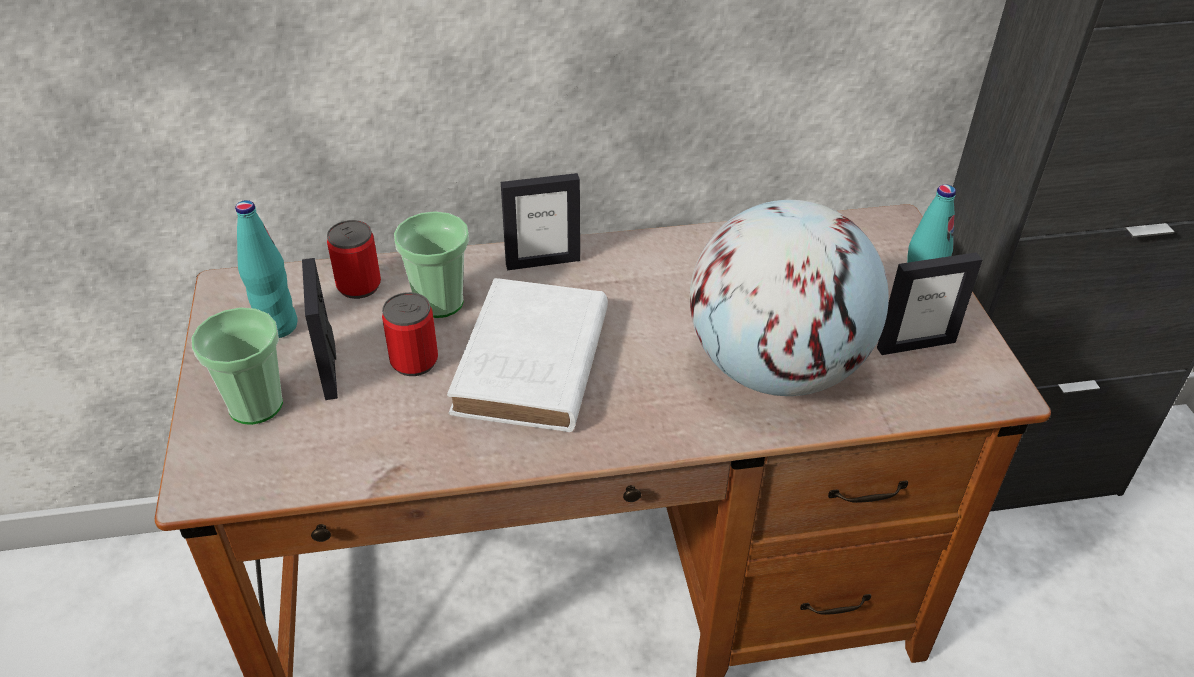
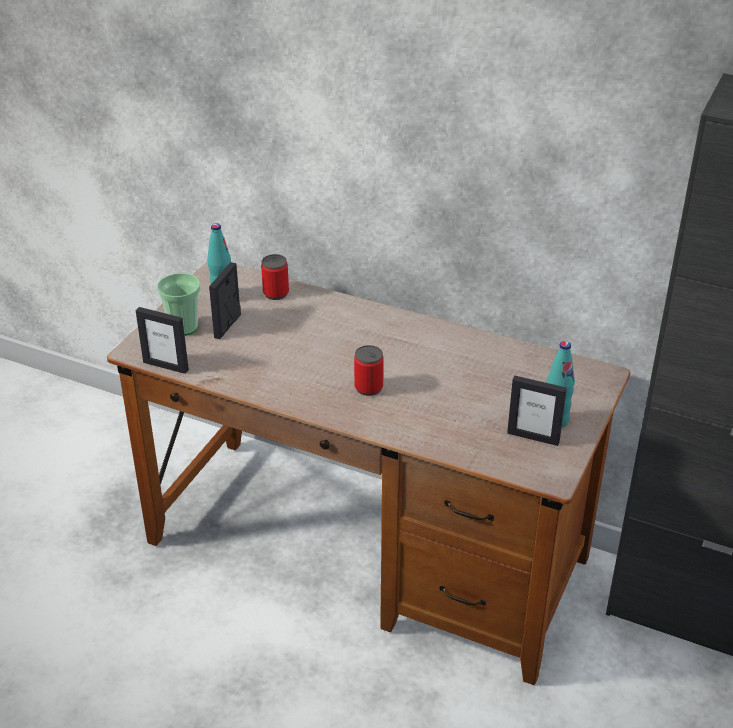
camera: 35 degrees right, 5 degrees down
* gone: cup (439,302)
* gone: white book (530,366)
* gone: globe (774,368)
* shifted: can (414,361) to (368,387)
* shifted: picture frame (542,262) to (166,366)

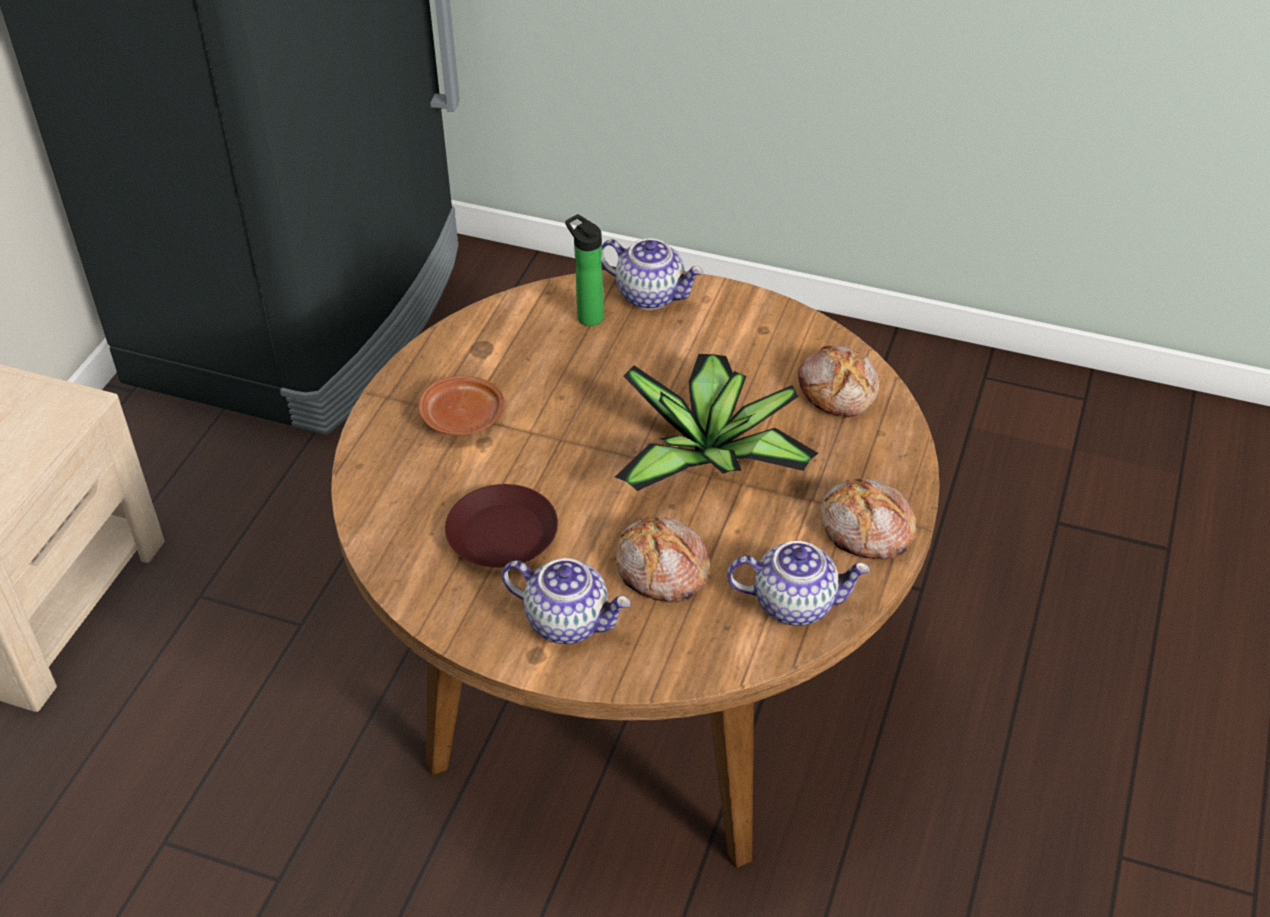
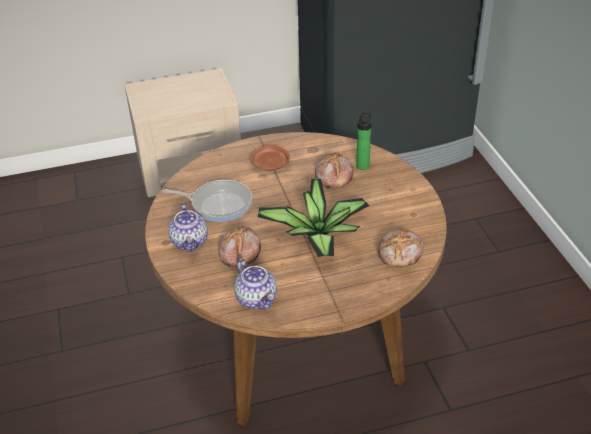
camera: 55 degrees right, 5 degrees down
* gone: teapot (651,295)
* shifted: bread (866,530) to (333,177)
* swapped: brown plate (501,535) to frying pan (218,204)

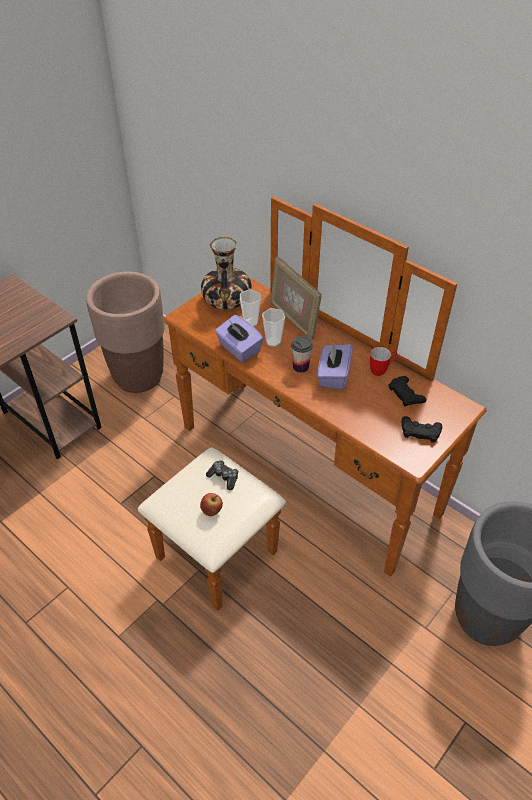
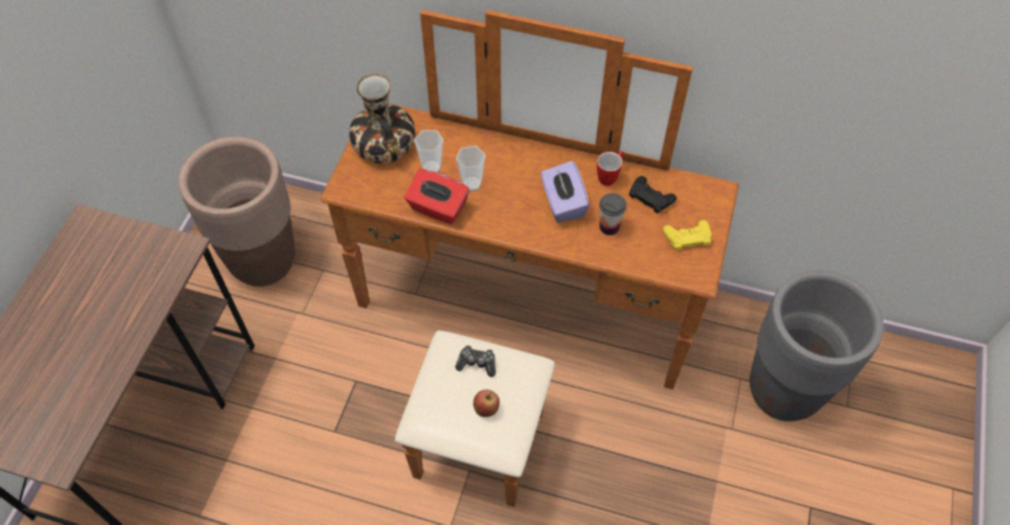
camera: 25 degrees left, 10 degrees up
* gone: picture frame (293,320)
* shifted: cup (300,367) to (609,227)
* repainted: purple tissue box (239,349) to red tissue box (437,208)
* repainted: black game controller (420,431) to yellow game controller (687,237)

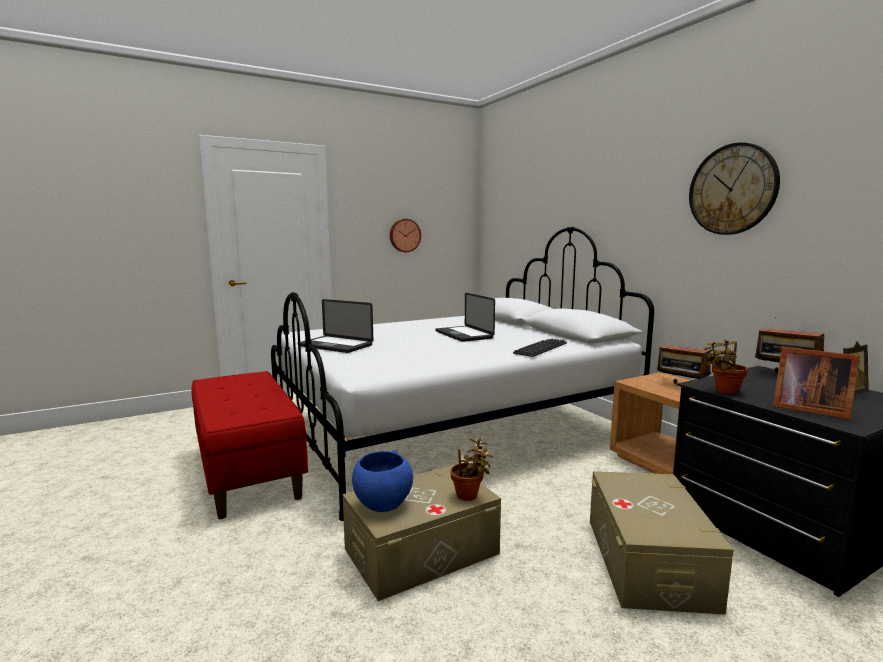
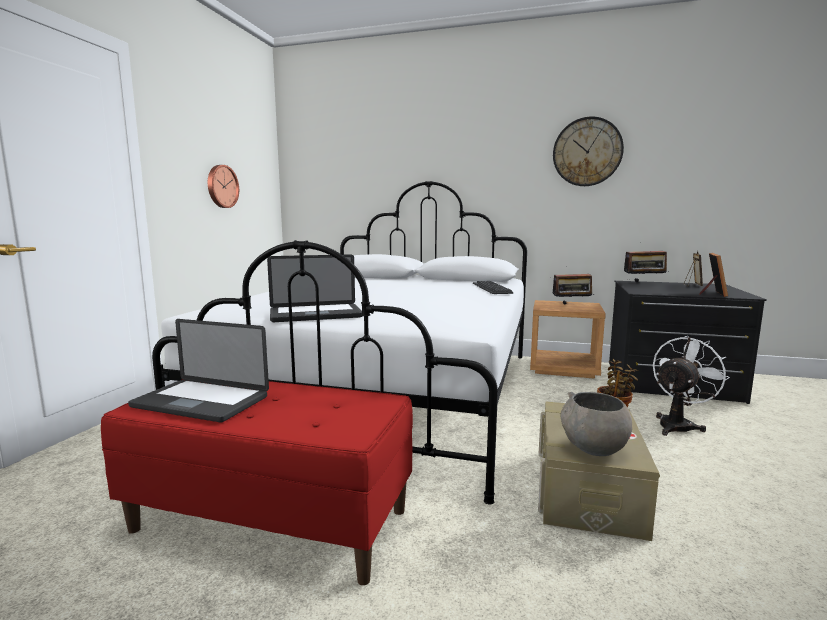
camera: 45 degrees left, 0 degrees up
* gone: potted plant (724,391)
* shifted: laptop (463,335) to (200,402)
* swapped: beige storage box (648,561) to white fan (678,425)
* repainted: blue bowl (382,504) to grey bowl (593,449)
* rotated: picture frame (807,409) = (712,293) 60 degrees counterclockwise

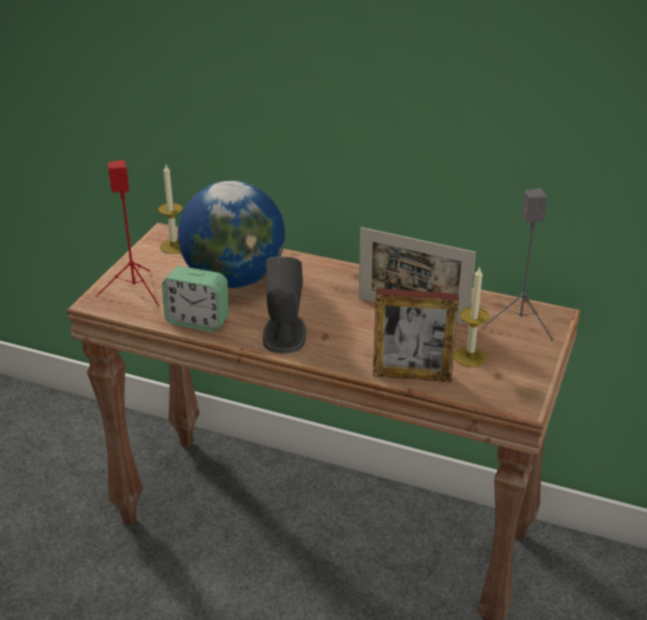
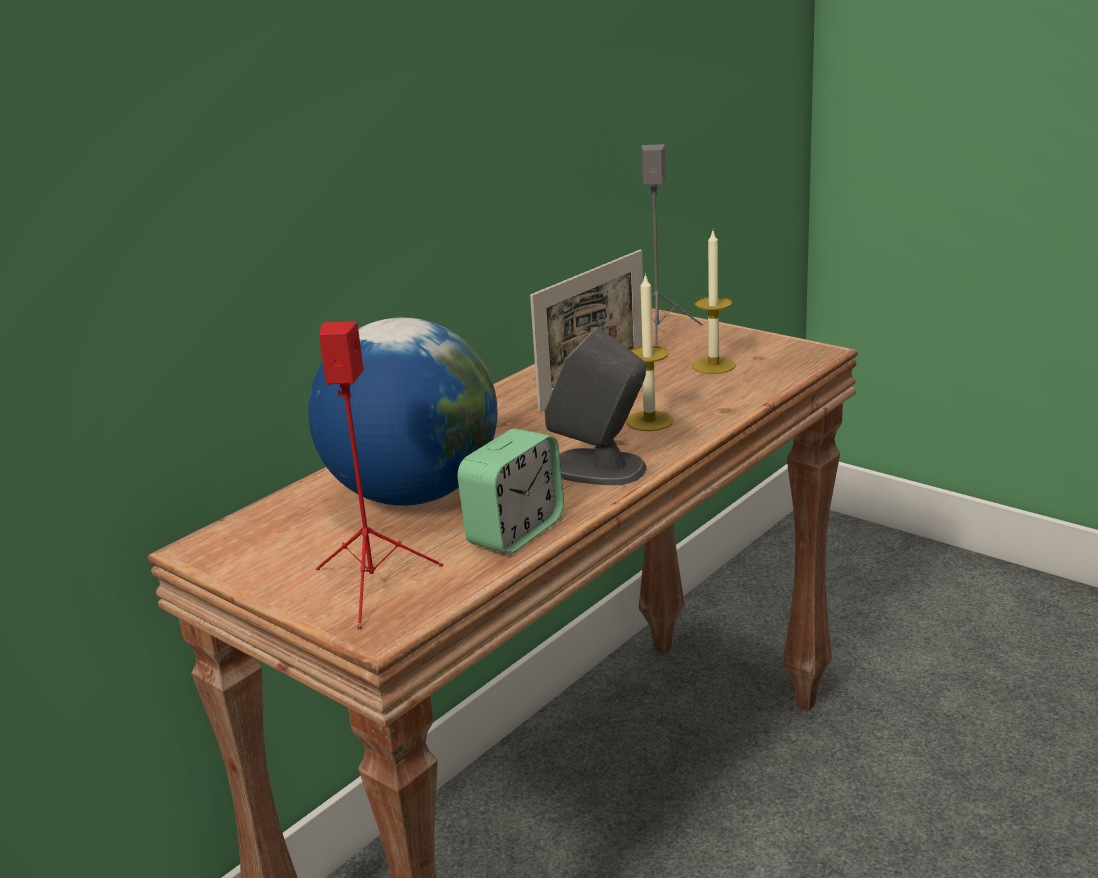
camera: 70 degrees left, 10 degrees down
* gone: picture frame (412,375)
* shifted: candle (174,246) to (649,421)

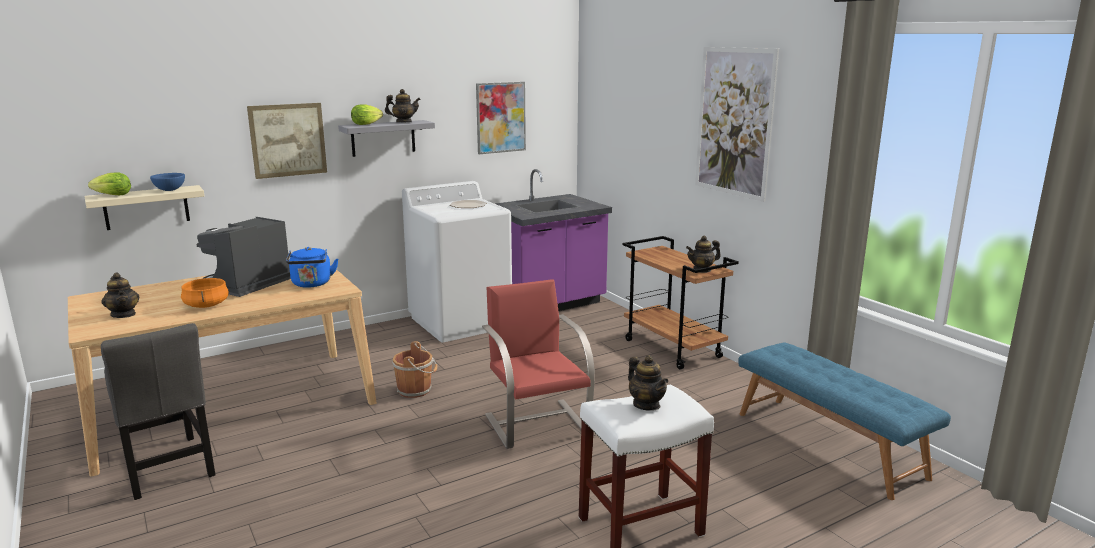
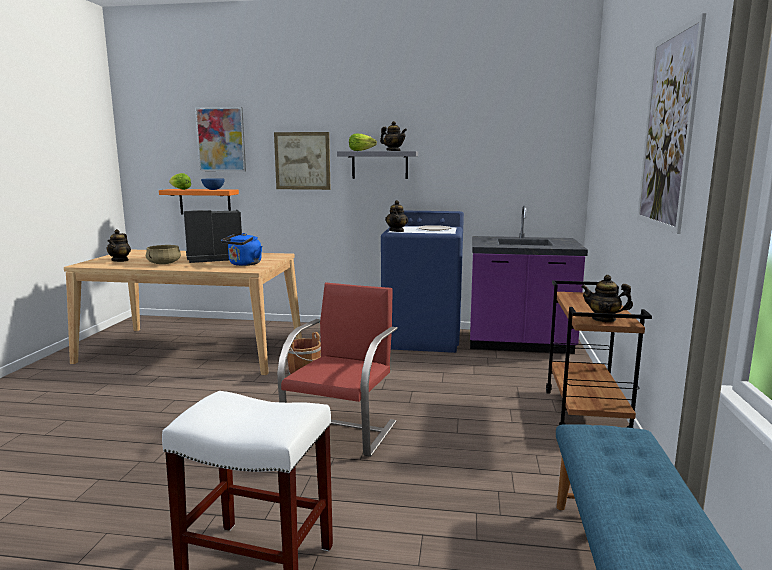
camera: 40 degrees right, 5 degrees down
* gone: grey chair (168,469)
* shifted: picture (500,117) to (221,139)
* shifted: teapot (646,405) to (397,231)
* repainted: beige shelf (146,207) to orange shelf (205,202)
* repainted: orange cooking pot (206,305) to beige cooking pot (164,263)
* repainted: white washing machine (461,322) to blue washing machine (423,339)

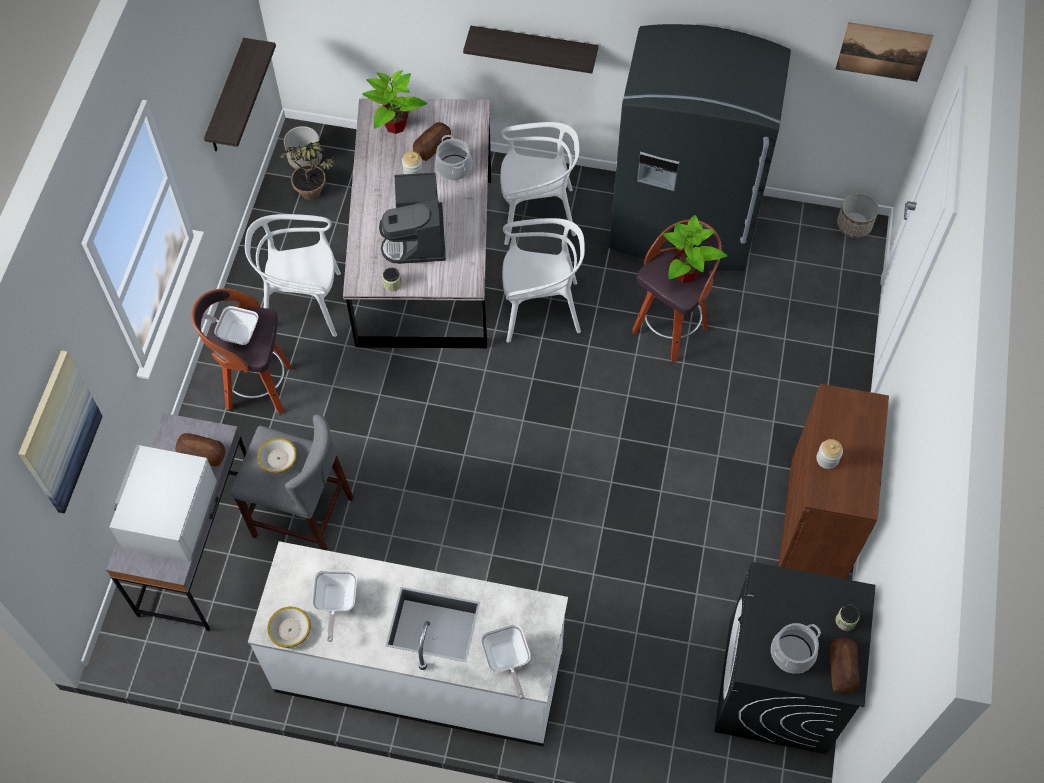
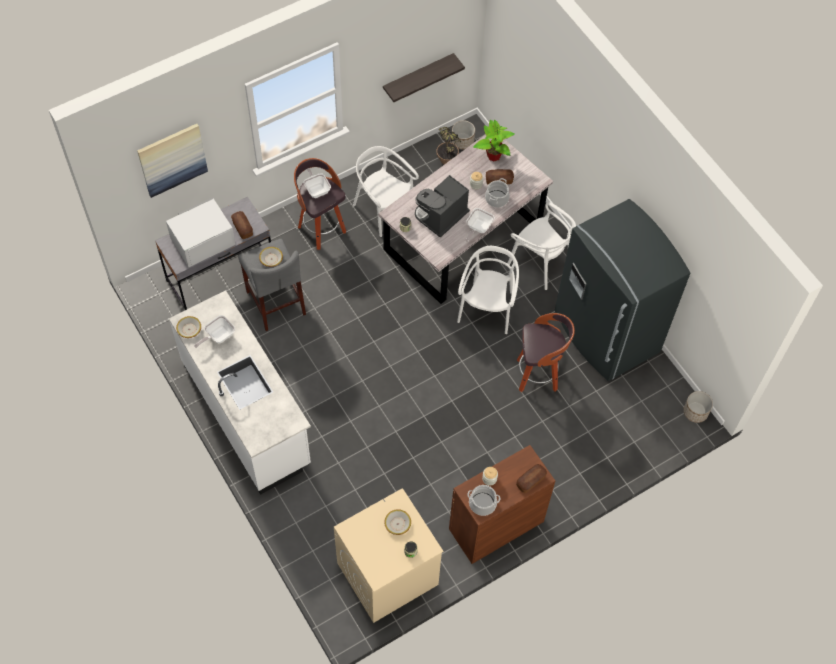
camera: 45 degrees right, 0 degrees up
* gone: shelf (534,47)
* gone: potted plant (686,274)
* gone: picture (883,51)
* new: bowl (397,524)
* shifted: frying pan (507,661) to (478,228)
* shifted: cooking pot (792,653) to (482,503)
* shifted: bread (842,669) to (530,480)
* repainted: black washing machine (777,687) to beige washing machine (387,574)
* rotated: white chair (540,308) = (487,308) 120 degrees counterclockwise

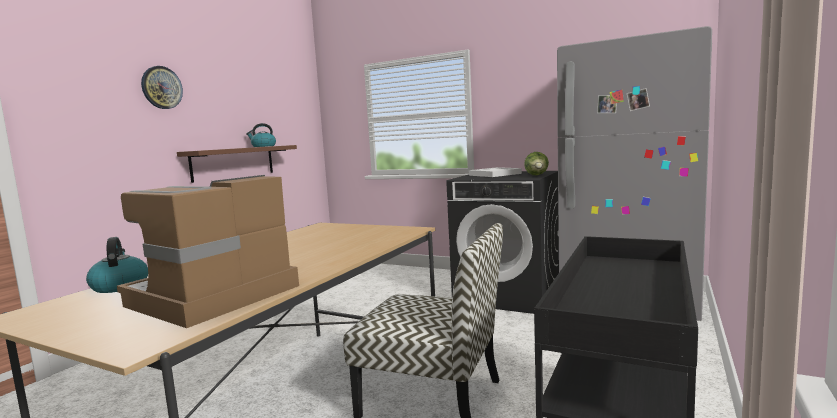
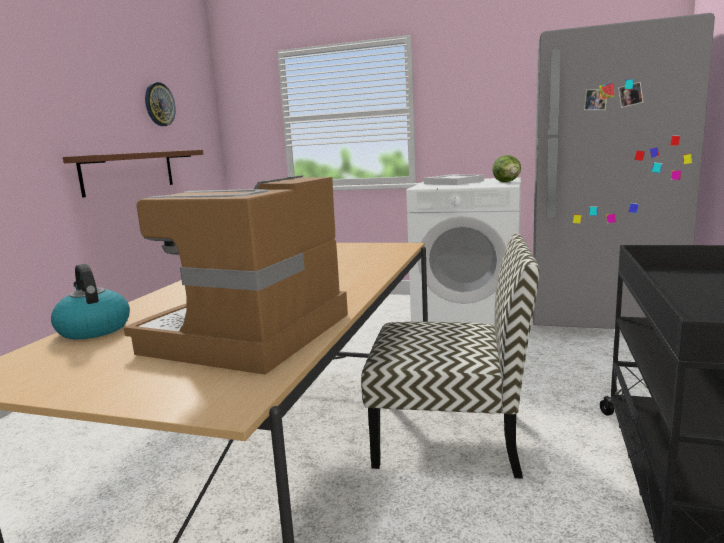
camera: 10 degrees left, 5 degrees up
* gone: kettle (263,146)
* shifted: wall clock (161,87) to (159,104)
* repainted: black washing machine (509,295) to white washing machine (469,318)

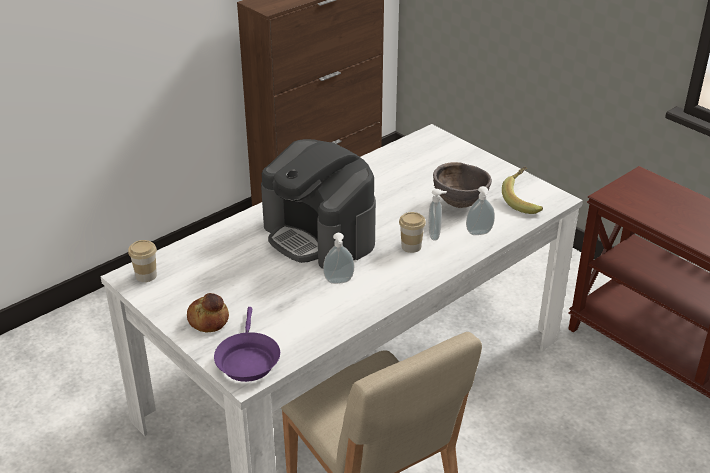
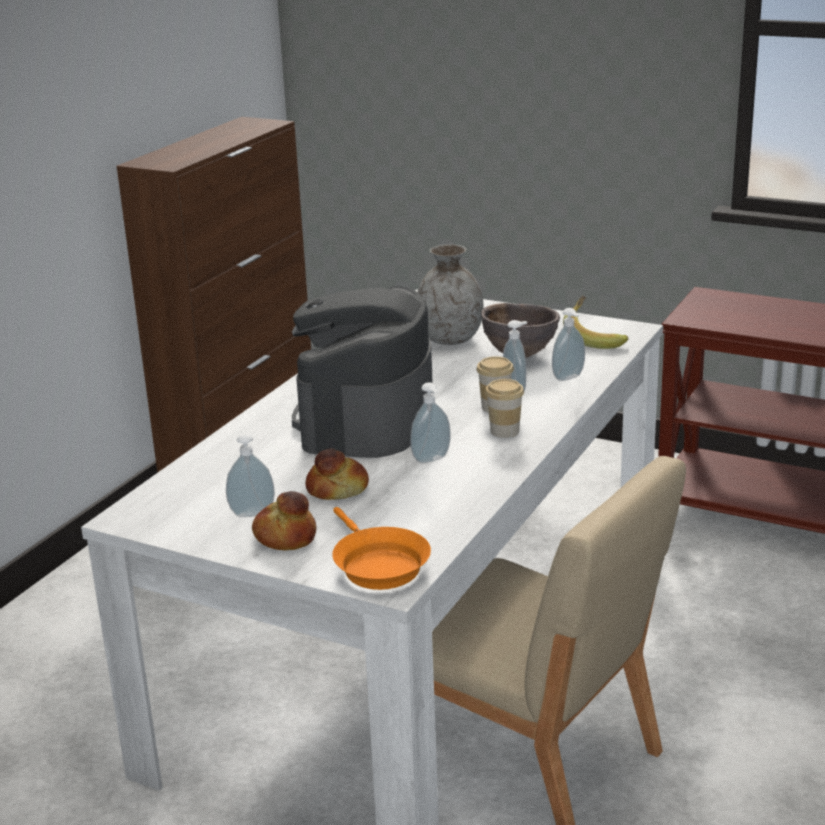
camera: 20 degrees left, 10 degrees down
* new: soap dispenser (252,512)
* new: bread (338,489)
* new: grey vase (450,339)
* shifted: cup (146,276) to (504,431)
* repainted: purple frying pan (247,360) to orange frying pan (377,565)
* rotated: coffee machine (320,235) = (365,420) 75 degrees clockwise

